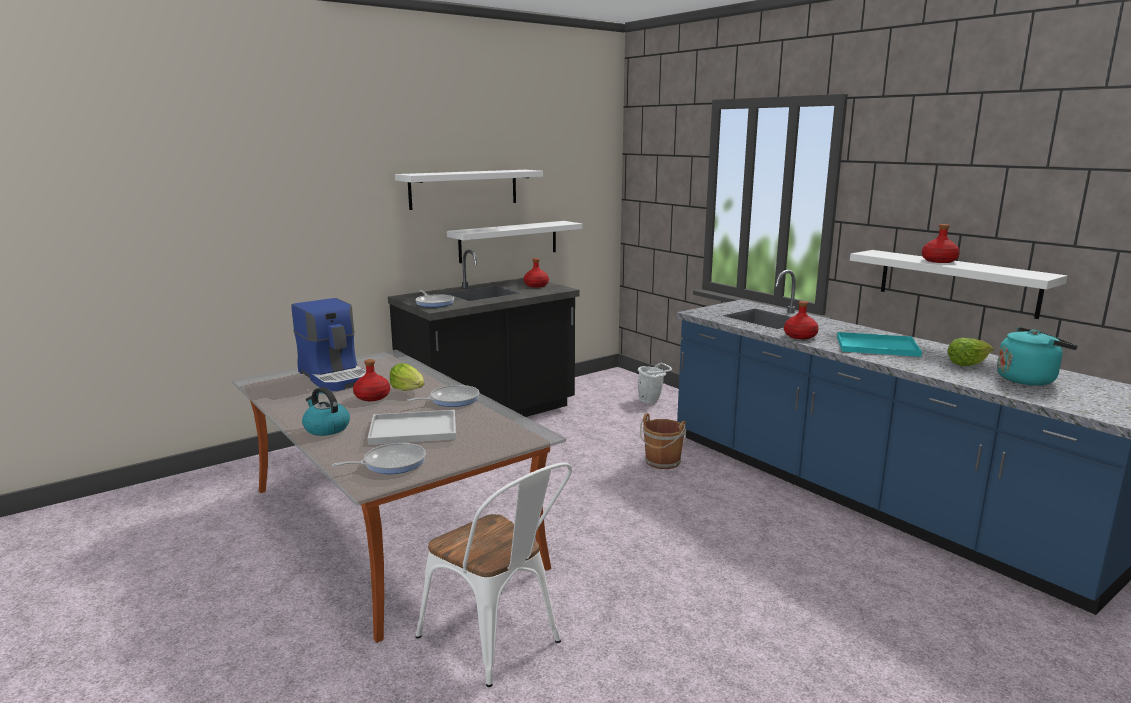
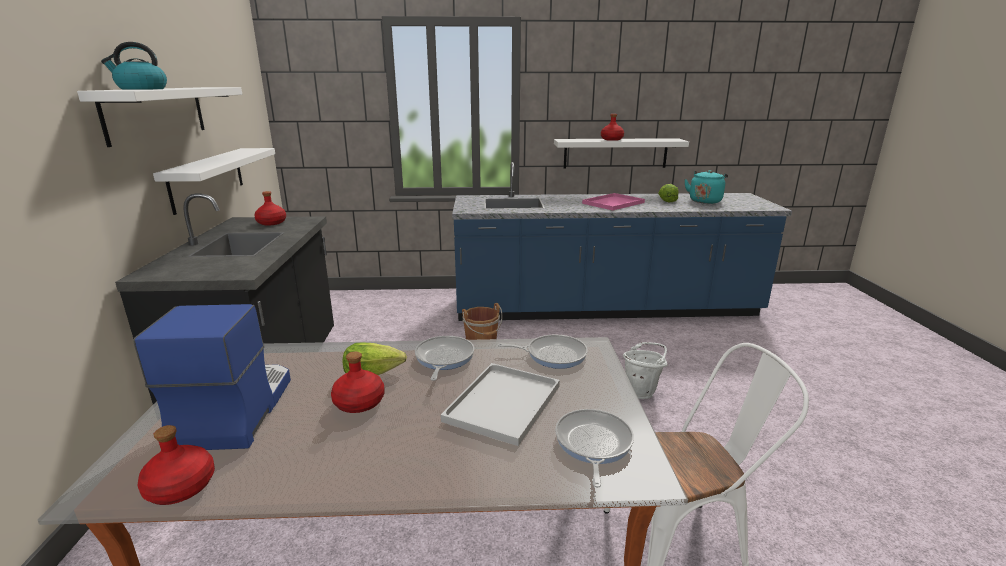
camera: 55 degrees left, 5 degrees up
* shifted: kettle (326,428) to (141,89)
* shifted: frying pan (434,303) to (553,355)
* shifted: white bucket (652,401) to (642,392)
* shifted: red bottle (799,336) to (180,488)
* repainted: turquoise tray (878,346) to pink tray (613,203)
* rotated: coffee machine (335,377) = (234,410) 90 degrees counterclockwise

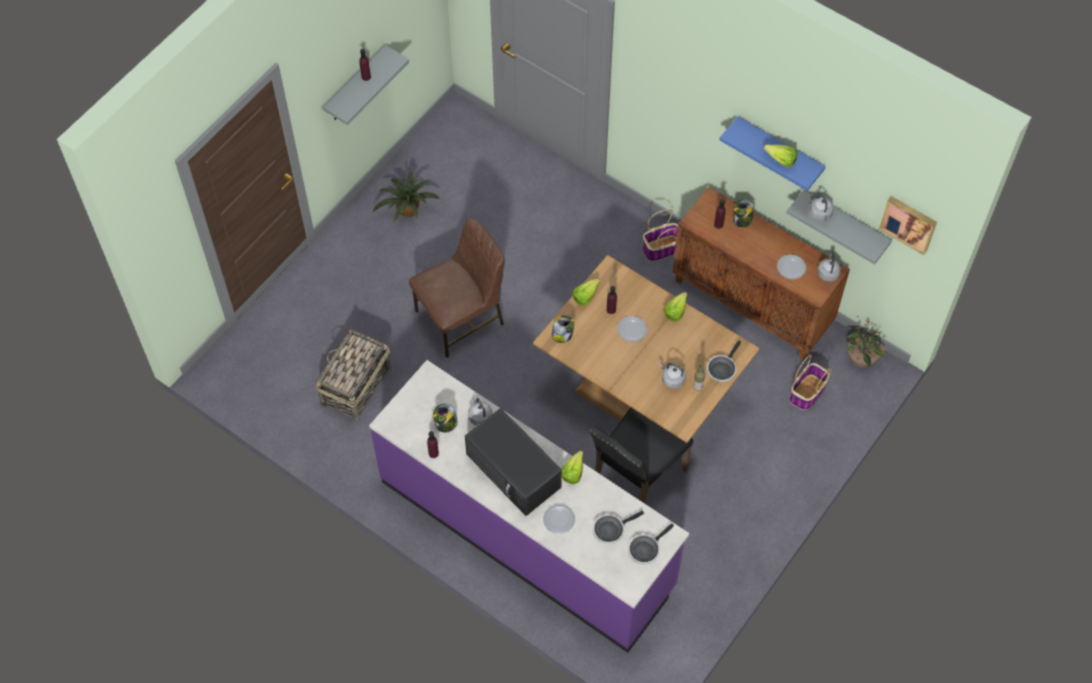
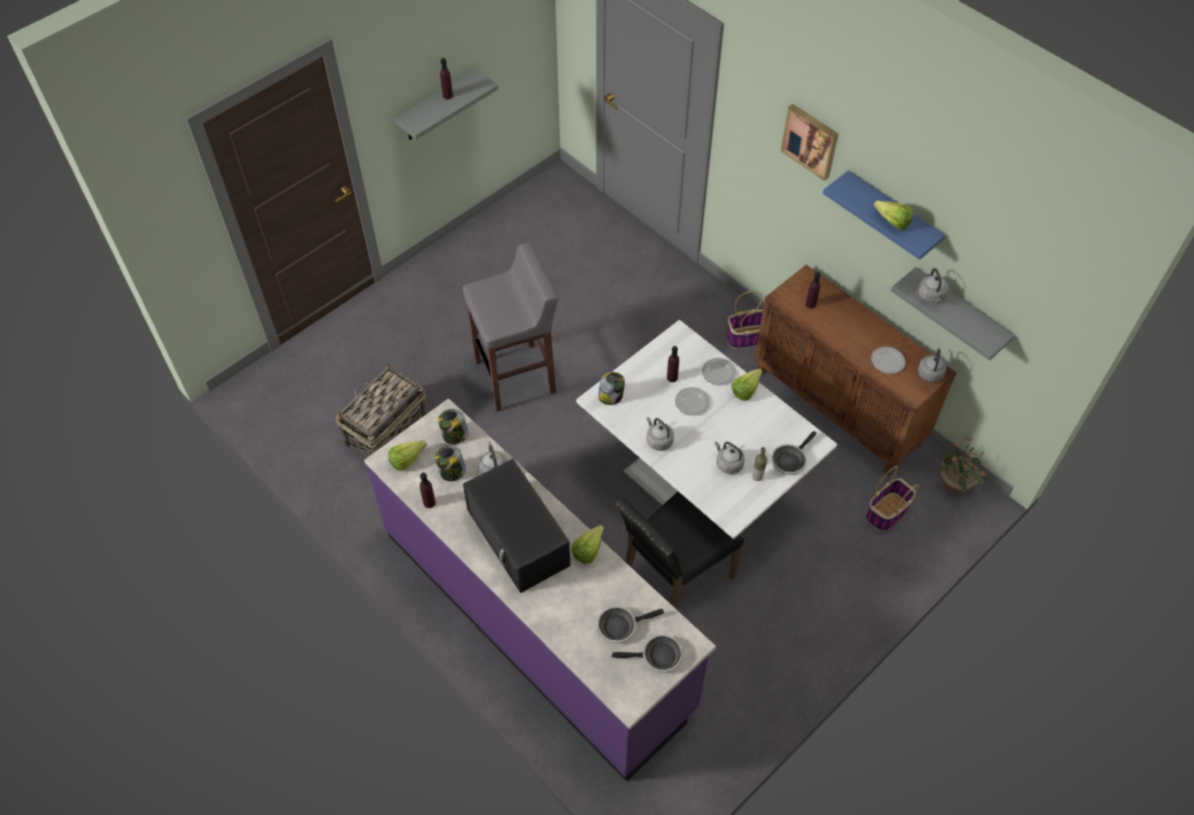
camera: 10 degrees right, 5 degrees down
* gone: potted plant (407,211)
* new: grey kettle (658,440)
* shifted: plate (558,519) to (718,372)
* shifted: lettuce (588,295) to (410,459)
* shifted: jar (742,220) to (454,435)
* shifted: picture (909,223) to (811,140)
* swapped: brown chair (461,318) to grey stool (517,377)
* repainted: brown dining table (640,396) to white dining table (696,487)
* rotated: frying pan (645,549) = (658,657) 150 degrees counterclockwise

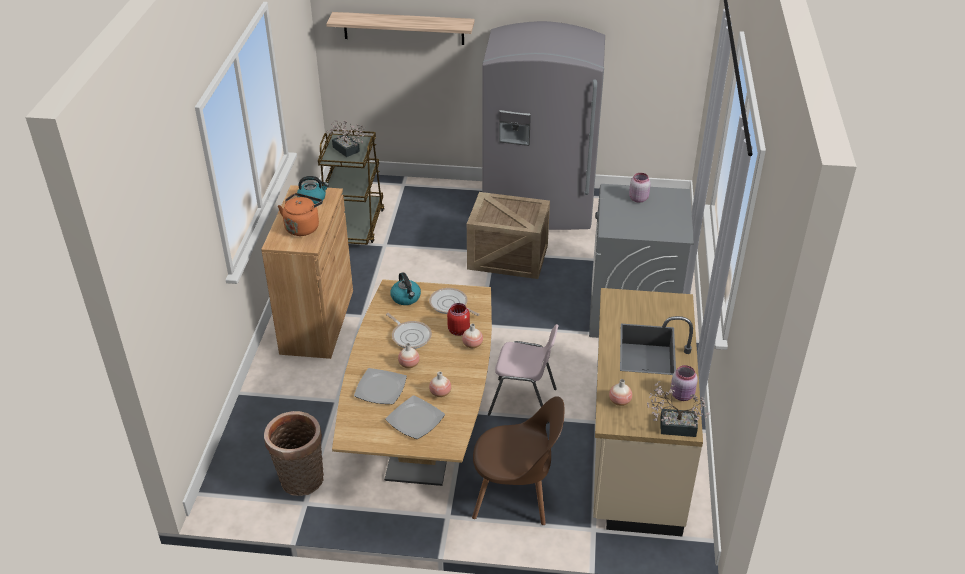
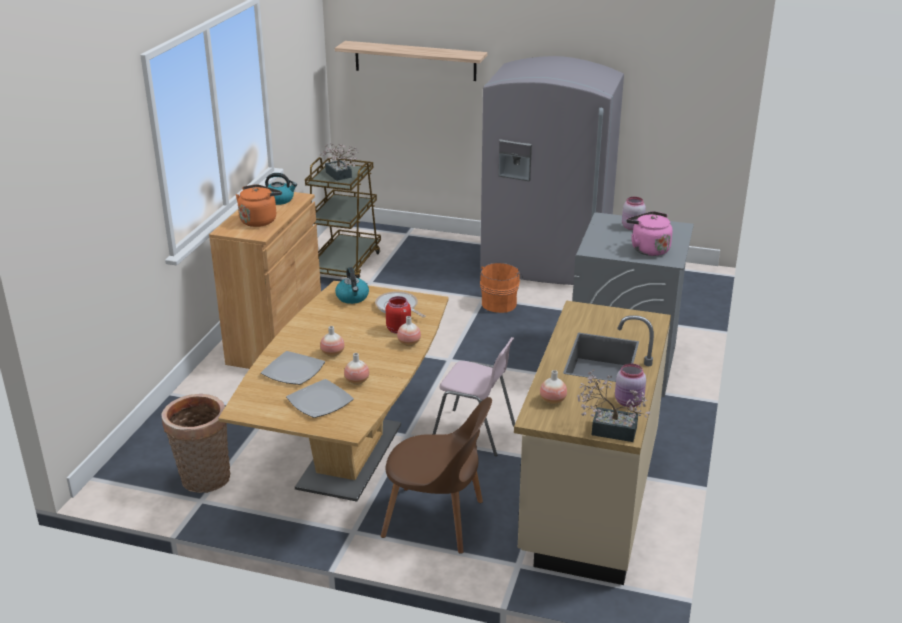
camera: 10 degrees right, 10 degrees down
* gone: frying pan (410,336)
* new: pink kettle (648,249)
* swapped: crate (509,257) to orange bucket (500,303)

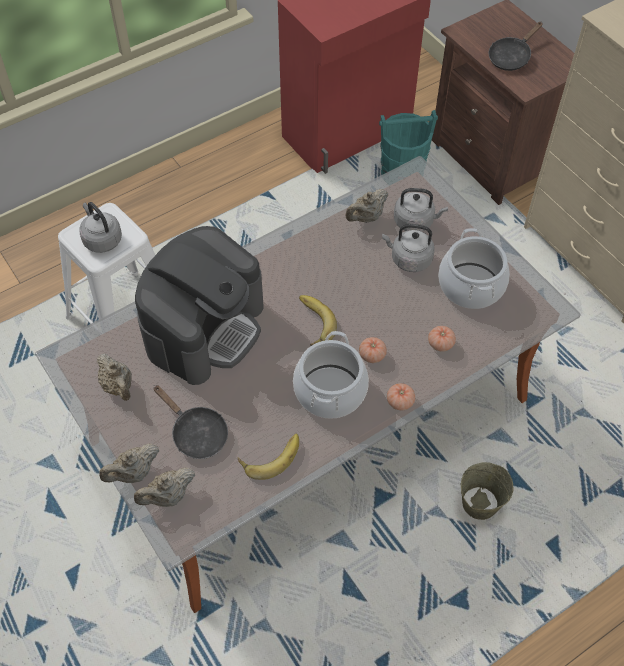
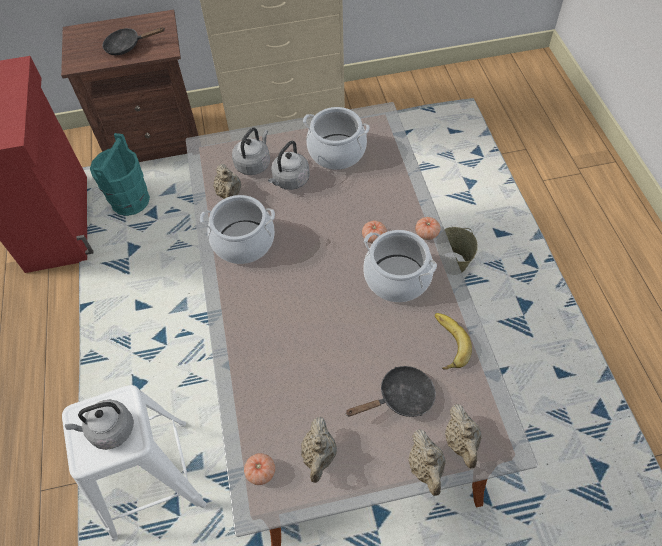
camera: 65 degrees left, 0 degrees up
* gone: coffee machine (205,328)
* gone: banana (312,322)
* new: cooking pot (243,241)
* shifted: tomato (440,344) to (261,472)
* rotated: beige teapot (118,386) = (319,456) 105 degrees clockwise
* rotated: black frying pan (511,57) = (127,46) 105 degrees clockwise

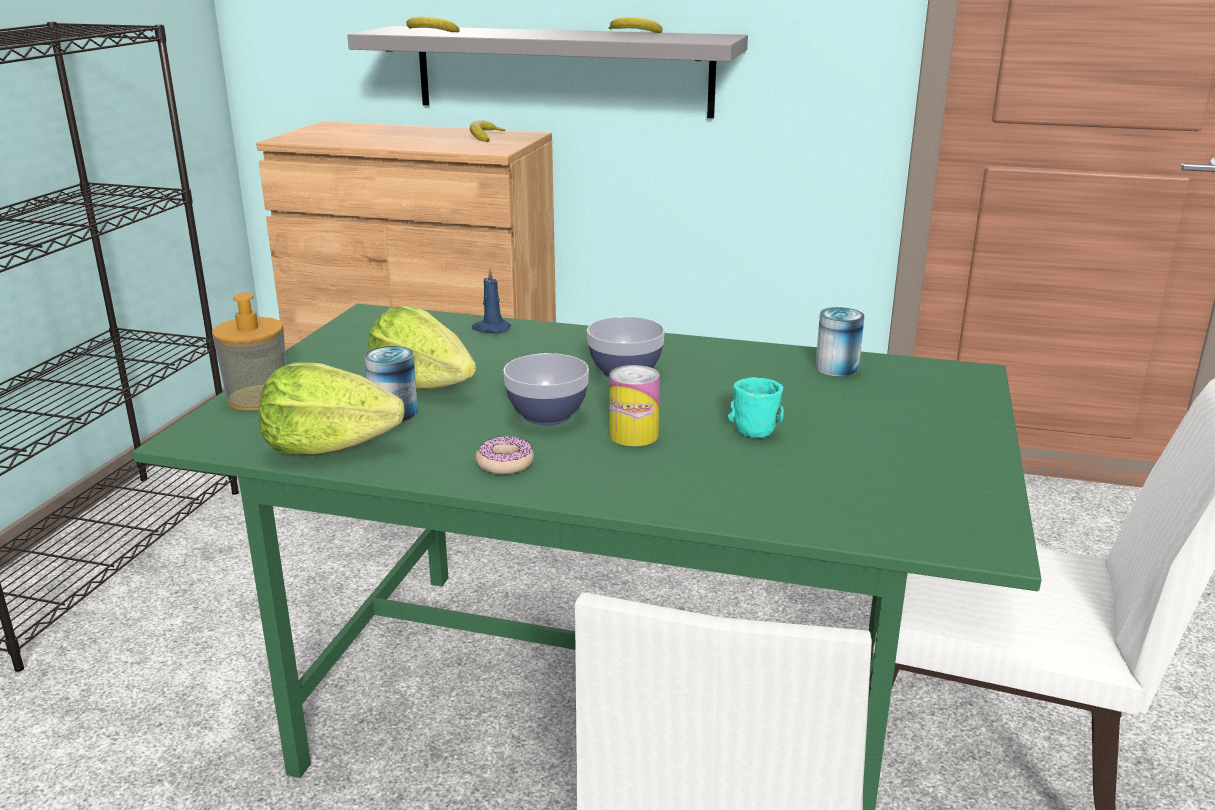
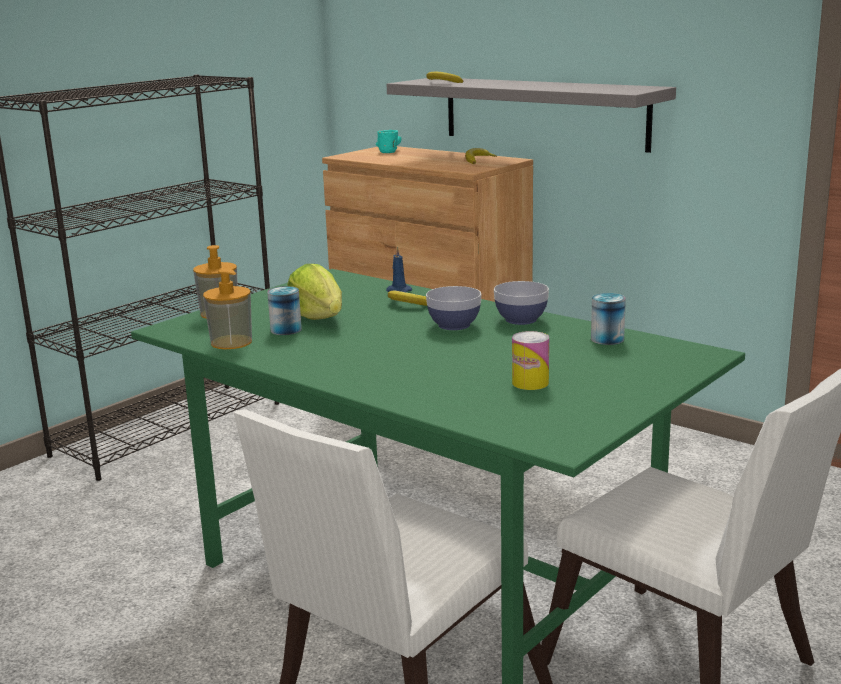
camera: 25 degrees right, 5 degrees down
* gone: donut (505,463)
* shifted: bowl (547,415) to (521,319)
* shifted: banana (634,33) to (408,304)
* shifted: can (633,435) to (530,383)
* shifted: turquoise mug (752,424) to (390,151)
* swapped: lettuce (328,447) to soap dispenser (231,342)

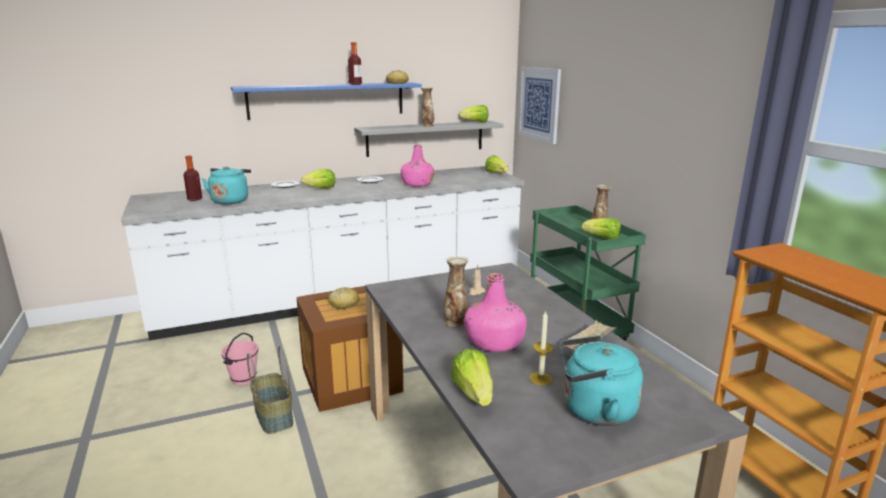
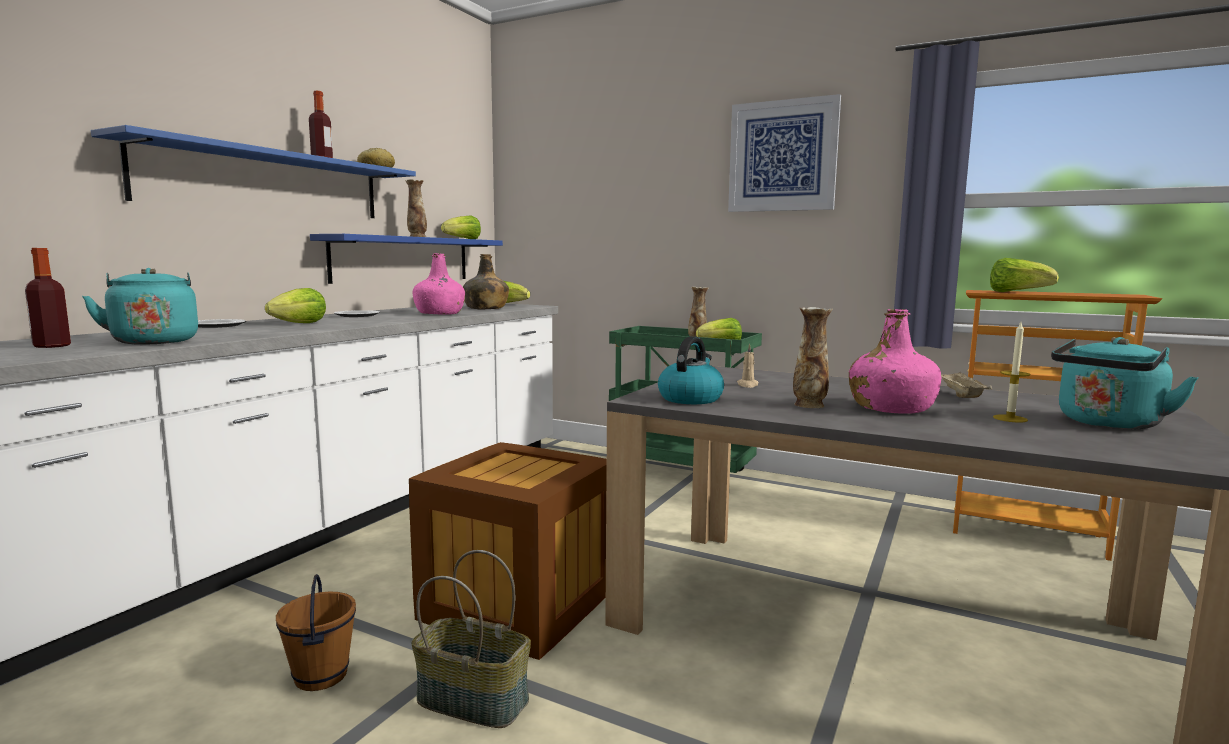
camera: 40 degrees left, 10 degrees down
* gone: bread (343,304)
* new: green bottle (485,308)
* new: kettle (690,398)
* shifted: lettuce (474,393) to (1017,292)
* shifted: picture (539,104) to (782,156)
* repainted: pink bucket (243,379) to brown bucket (320,676)
* repainted: grey shelf (425,138) to blue shelf (403,259)

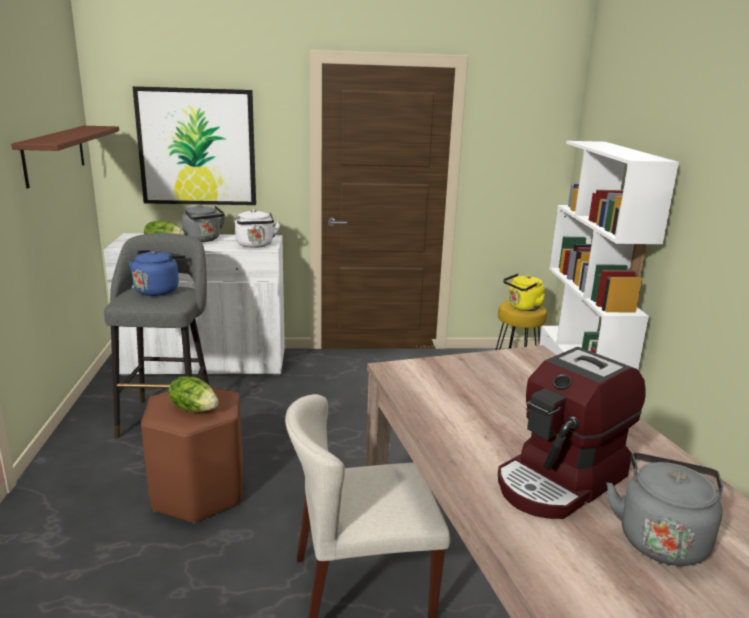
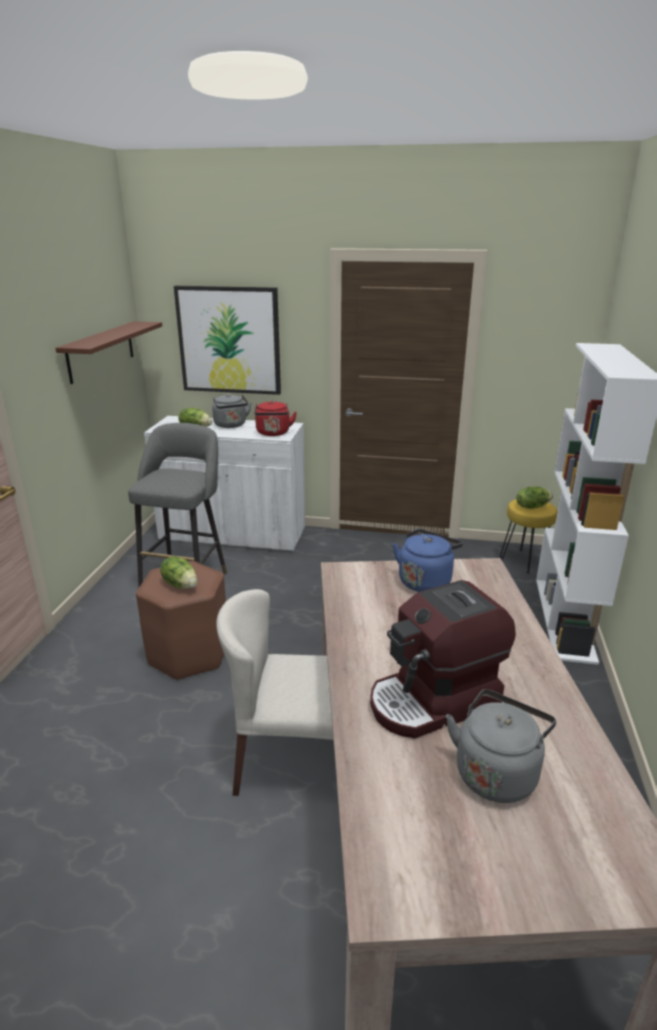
camera: 15 degrees right, 5 degrees up
* shifted: blue kettle (158,290) to (425,581)
* swapped: yellow kettle (522,307) to lettuce (532,507)
* repainted: white kettle (255,245) to red kettle (273,433)

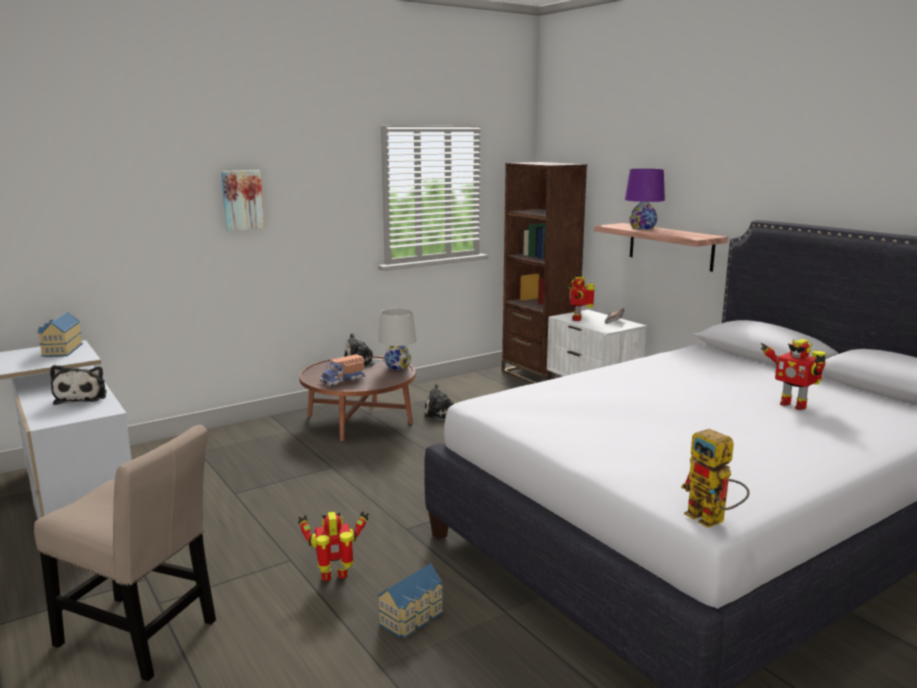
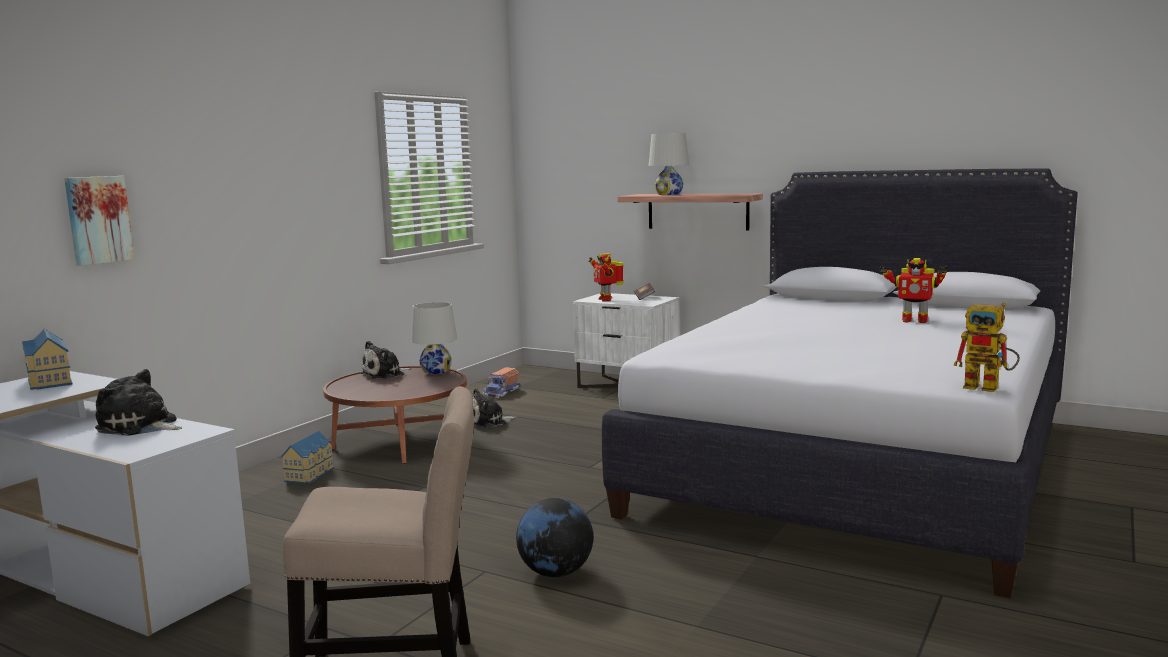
camera: 25 degrees left, 5 degrees down
* gone: brown bookcase (538,375)
* shifted: picture (242,200) to (98,219)
* shifted: toy truck (343,380) to (502,392)
* shifted: toy house (413,618) to (311,474)
* swapped: toy robot (335,577) to globe (556,572)
* repainted: purple table lamp (642,228) to white table lamp (668,194)
* rotated: plush toy (82,397) = (140,426) 150 degrees clockwise

